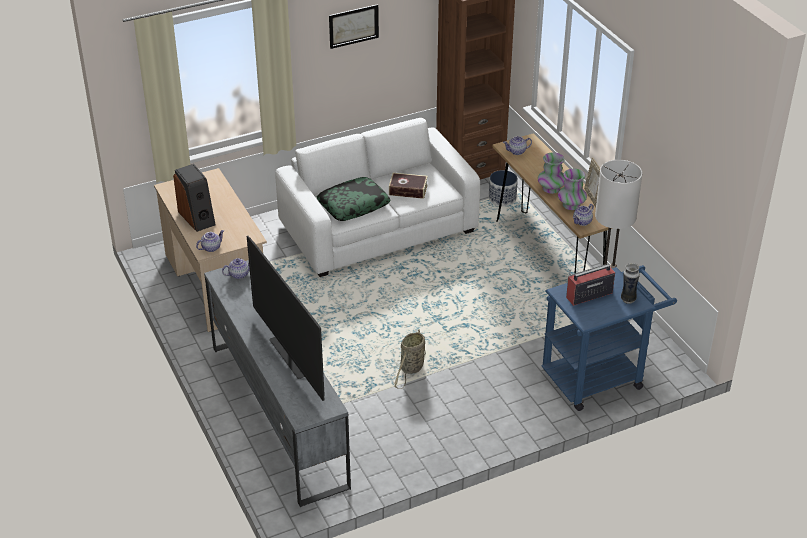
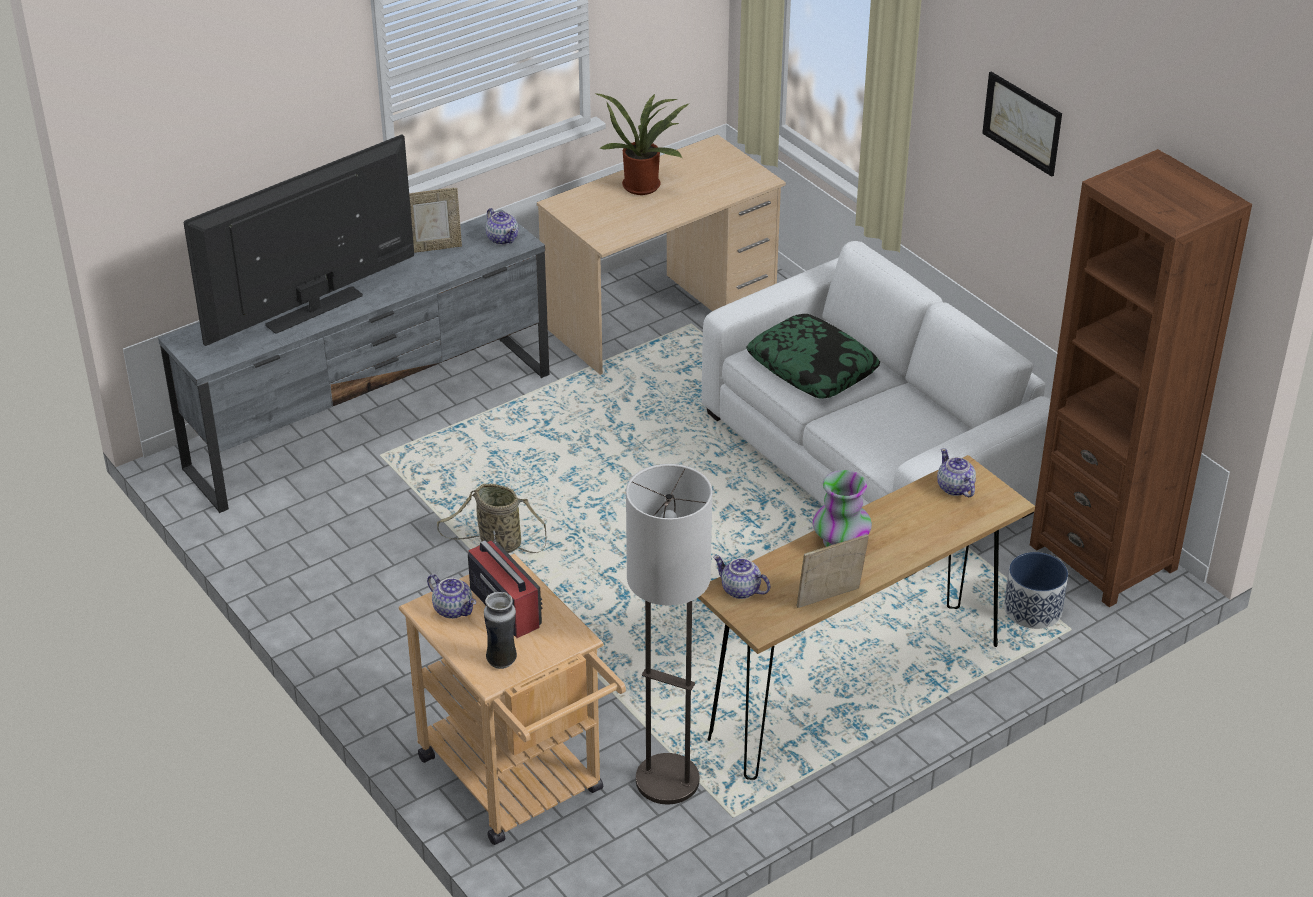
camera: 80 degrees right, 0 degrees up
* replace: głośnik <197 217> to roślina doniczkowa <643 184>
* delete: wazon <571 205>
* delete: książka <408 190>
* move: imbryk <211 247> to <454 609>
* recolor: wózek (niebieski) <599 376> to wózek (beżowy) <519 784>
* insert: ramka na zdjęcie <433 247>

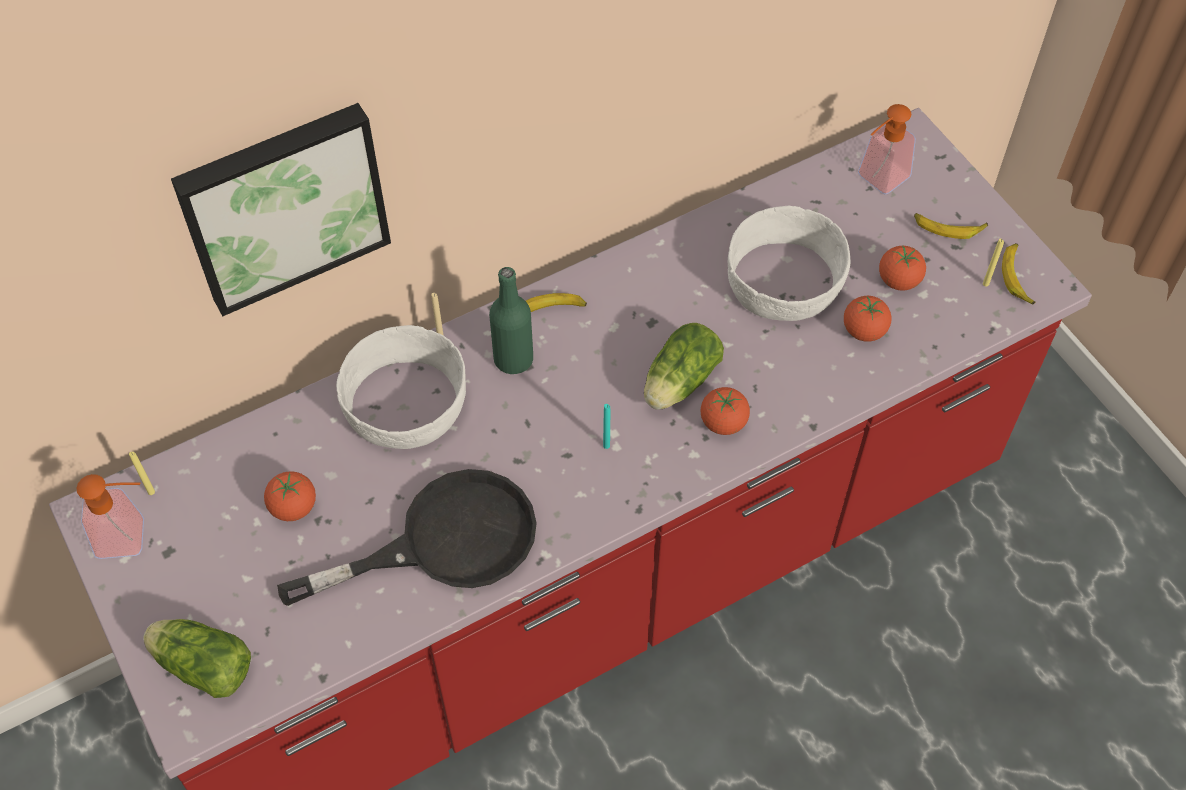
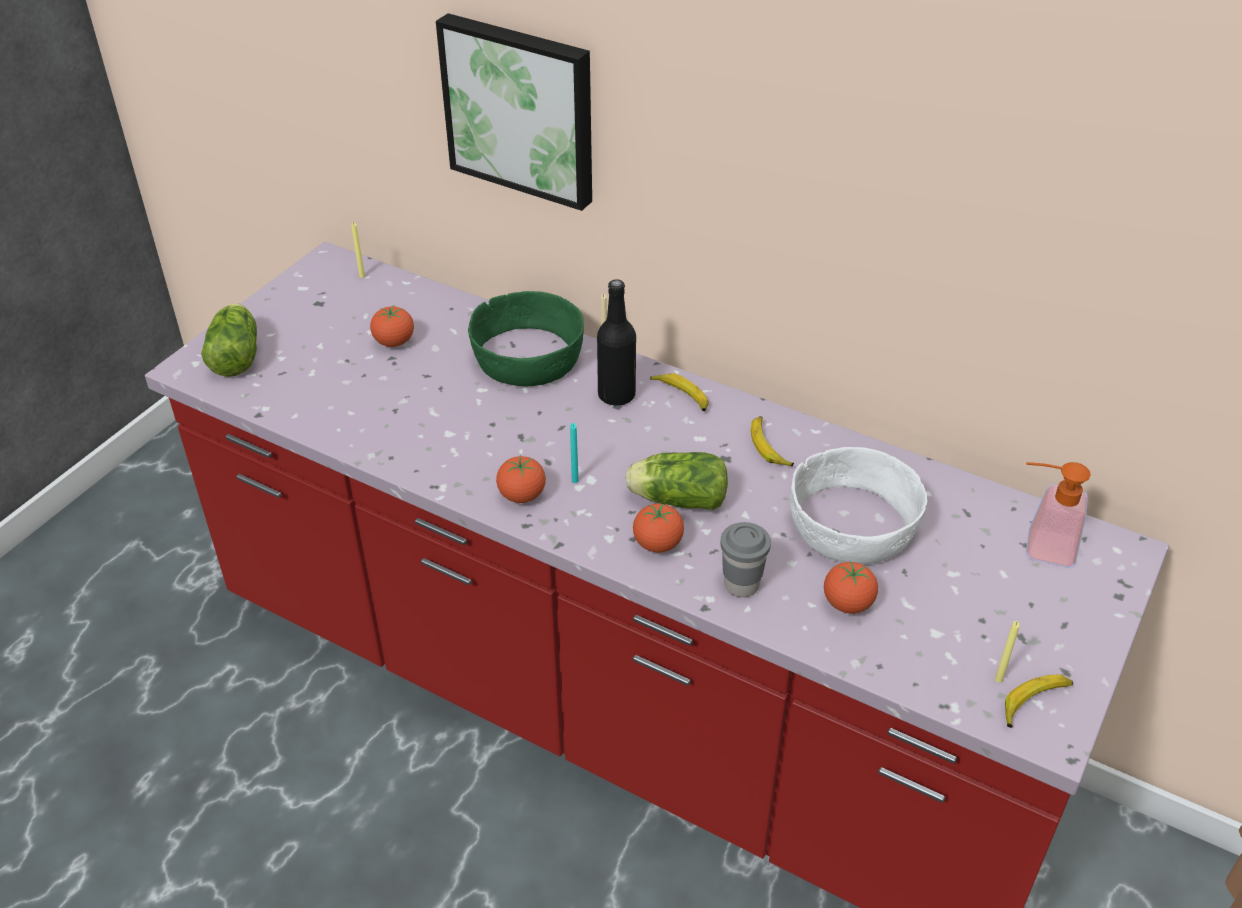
camera: 60 degrees right, 15 degrees down
* move: banan <948 228> to <769 446>
* move: pomidor <898 280> to <522 495>
* recolor: butelka (zielony) <513 359> to butelka (czarny) <616 395>
* recolor: miska (biały) <407 402> to miska (zielony) <529 357>
* delete: patelnia (czarny) <444 542>
* delete: dozownik mydła <131 537>
* insert: filiżanka (szary) <741 585>

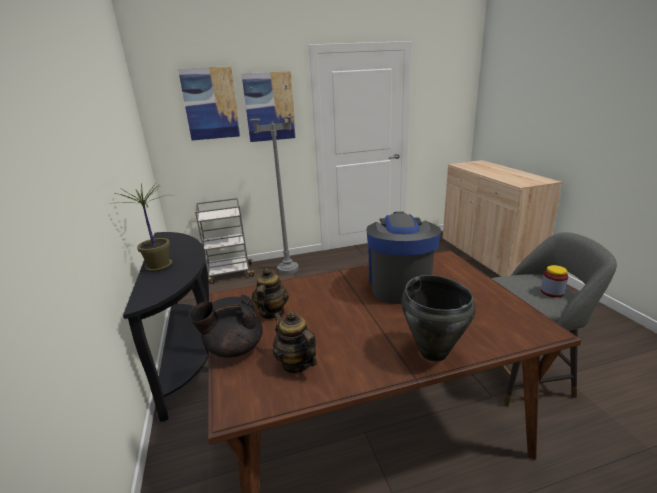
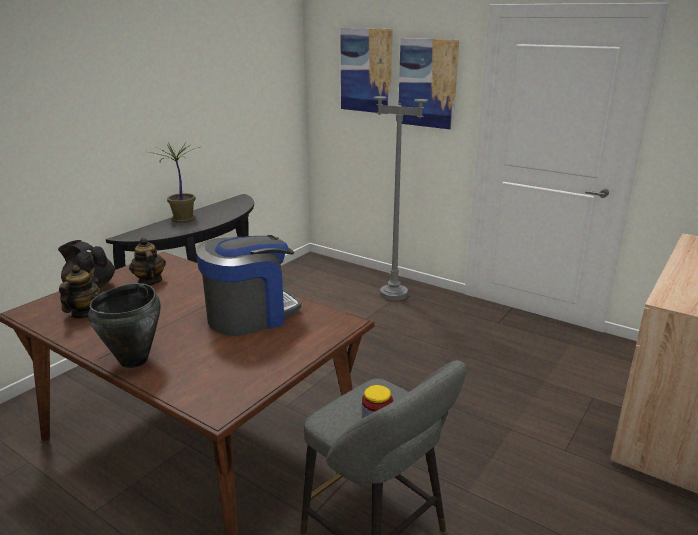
camera: 50 degrees right, 0 degrees up
* delete: wózek (szary) <230 273>
* rotate: imbryk <271 312> = <149 281> 90 degrees counterclockwise

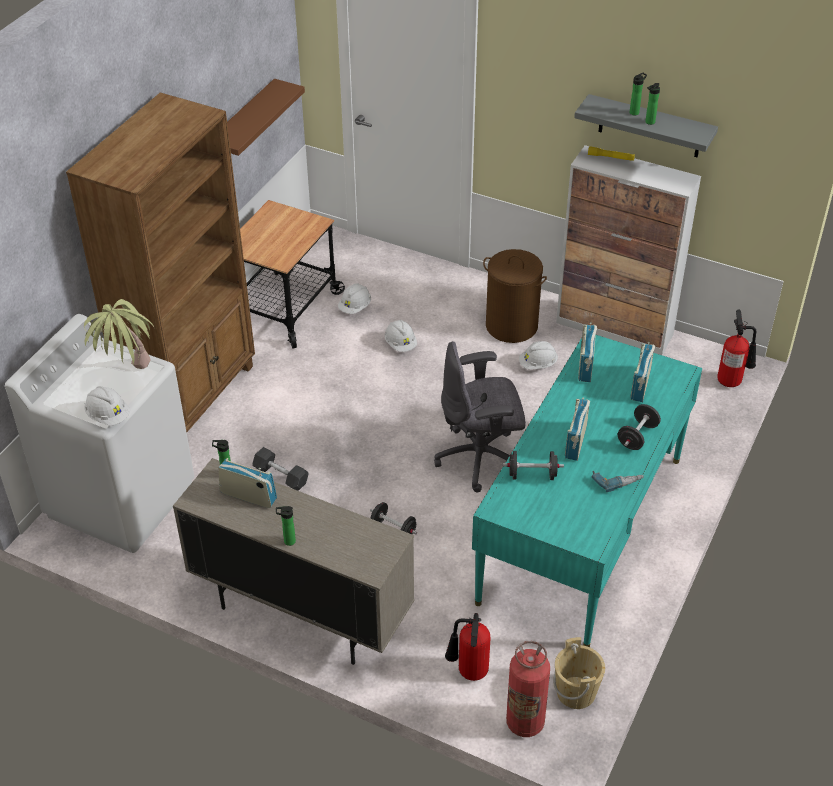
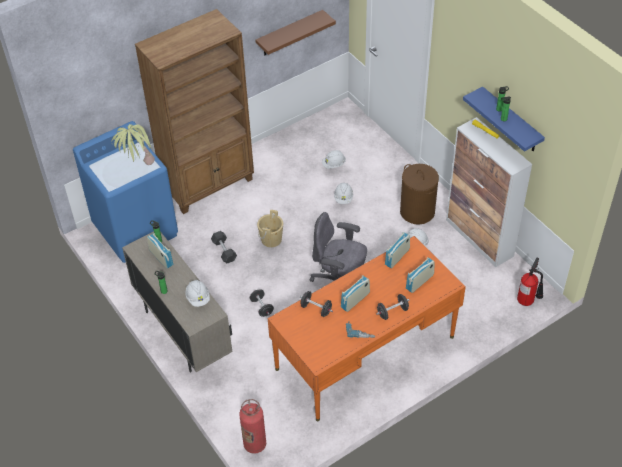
camera: 30 degrees right, 5 degrees up
* recolor: półka (szary) <650 127> to półka (niebieski) <511 121>
* delete: wózek <283 308>
* recolor: pralka (biały) <121 498> to pralka (niebieski) <136 229>
* recolor: biurko (turkusowy) <582 529> to biurko (pomarańczowy) <365 353>
* move: kask (biały) <108 416> to <198 298>
* delete: gaśnica <468 672>
* move: wiadro (beżowy) <576 692> to <271 239>

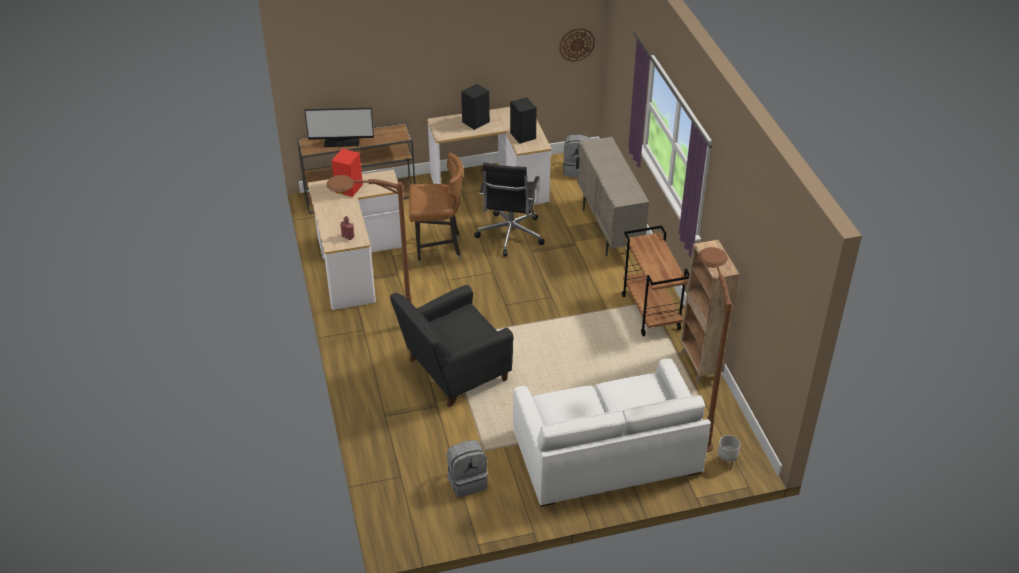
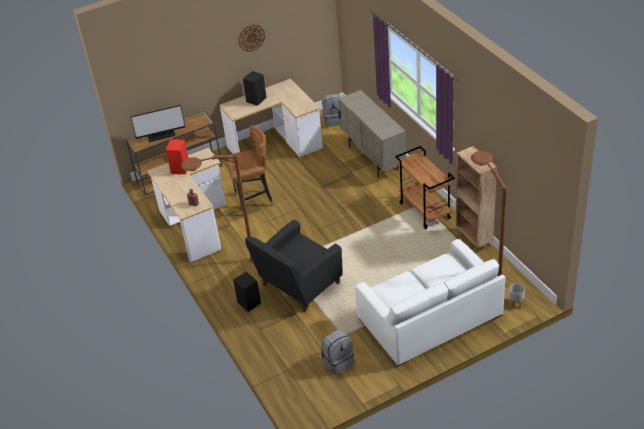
camera: 10 degrees left, 0 degrees up
* move: zegar ścienny <576 44> to <251 38>
* move: głośnik (czarny) <523 136> to <249 303>
* delete: krzesło biurowe (czarny) <510 235>

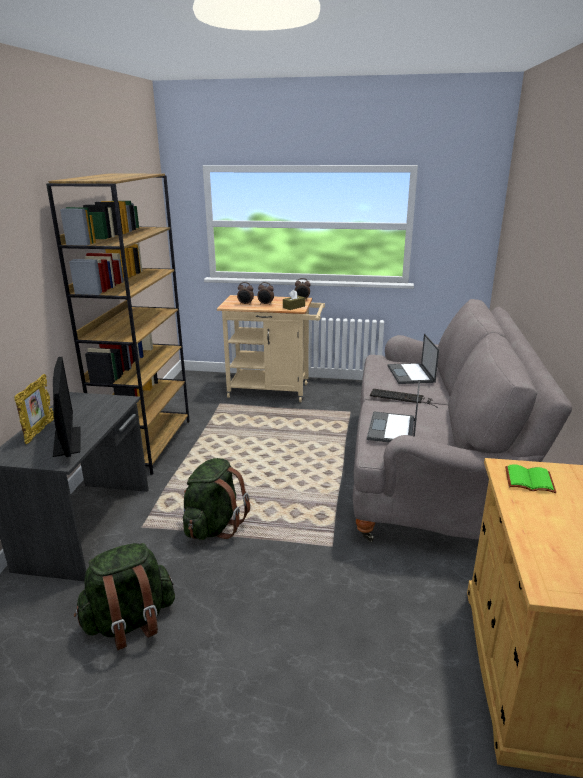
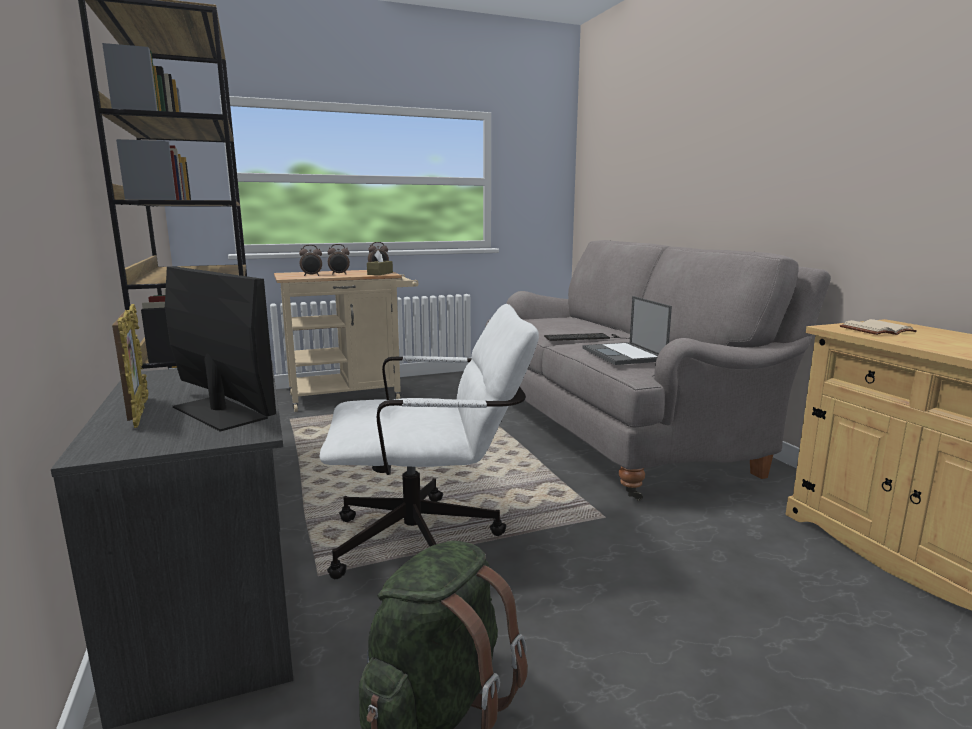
camera: 30 degrees left, 10 degrees down
* delete: laptop <411 374>
* replace: plecak (zielony) <214 526> to krzesło biurowe (biały) <431 541>
* recolor: książka (zielony) <528 481> to książka (beżowy) <877 331>

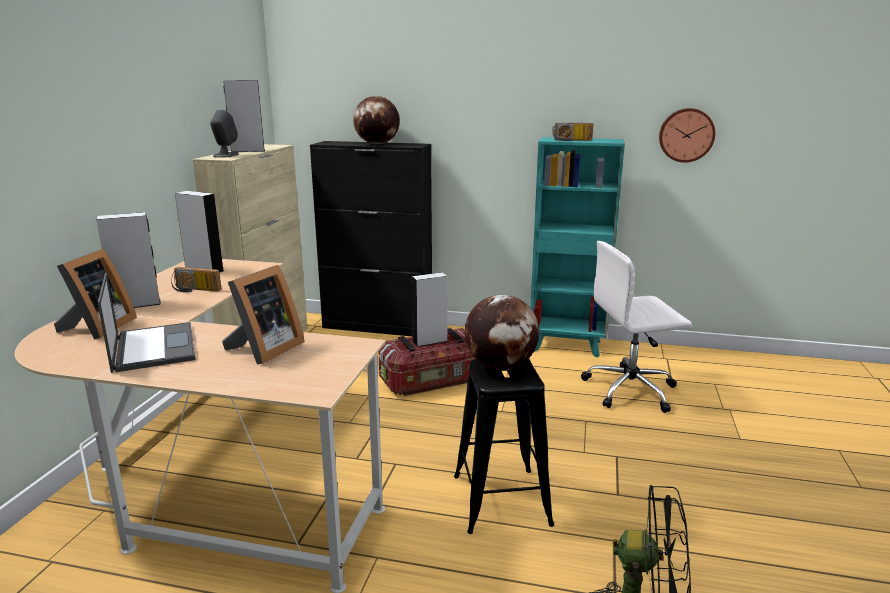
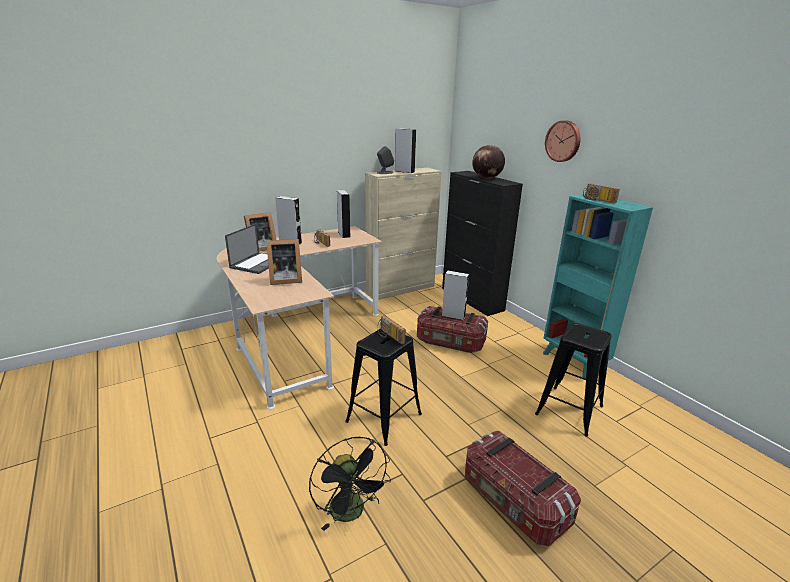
camera: 45 degrees right, 5 degrees up
* move: zegar ścienny <686 135> to <563 141>
* replace: krzesło biurowe (biały) <631 390> to stołek (czarny) <569 410>
* replace: globus <501 366> to radio <389 336>
* insert: pojemnik do przechowywania <513 502>

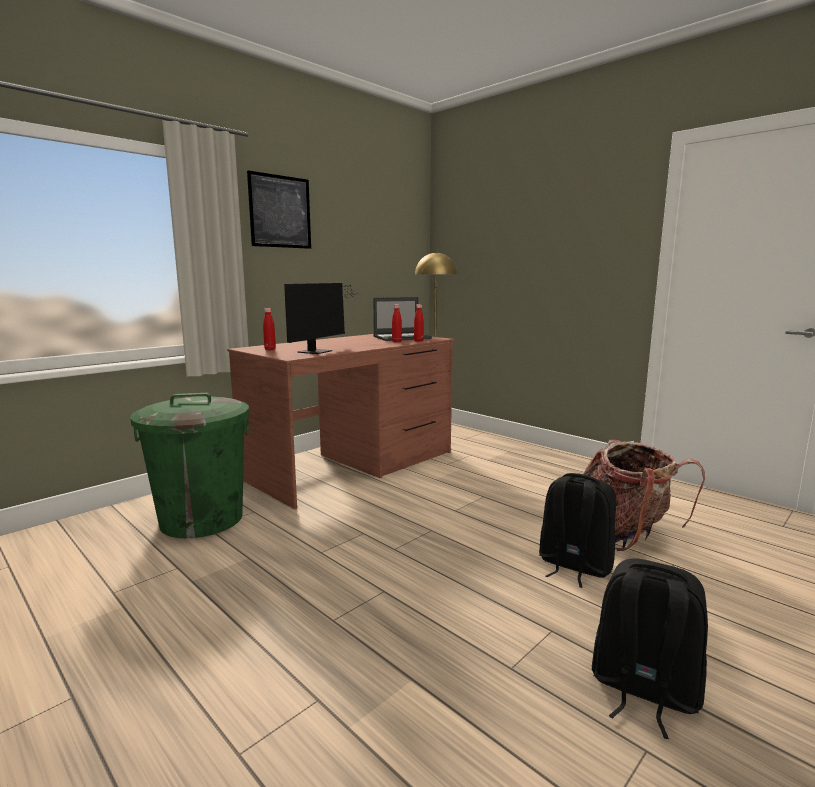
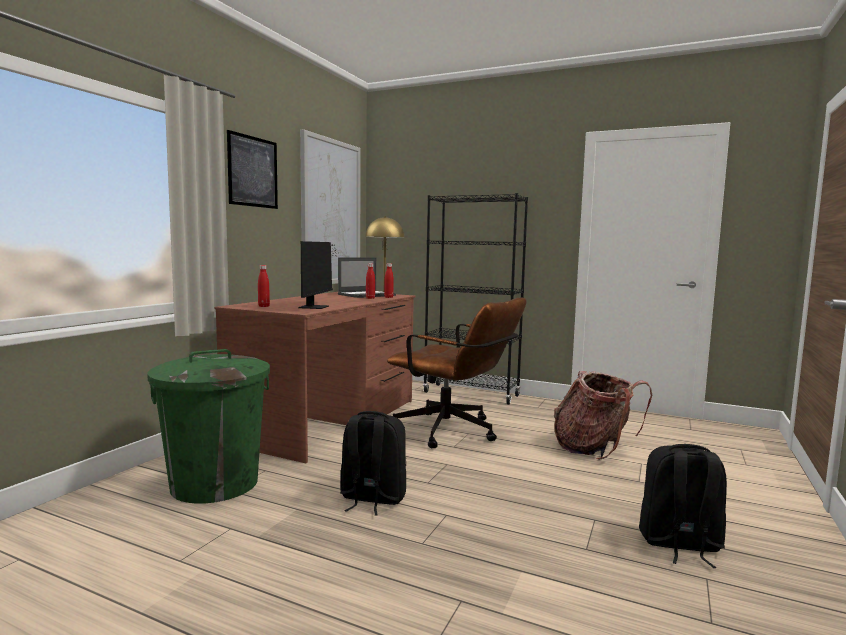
camera: 20 degrees left, 5 degrees down
* move: plecak (czarny) <574 566> to <372 498>
* insert: obraz <331 212>
* insert: regał (czarny) <471 394>
* insert: krzesło biurowe (brązowy) <454 433>

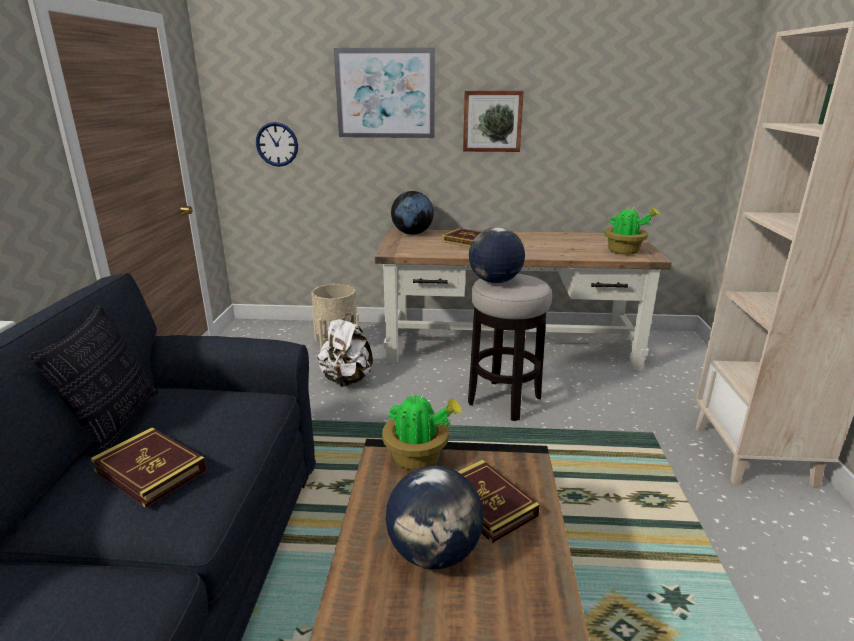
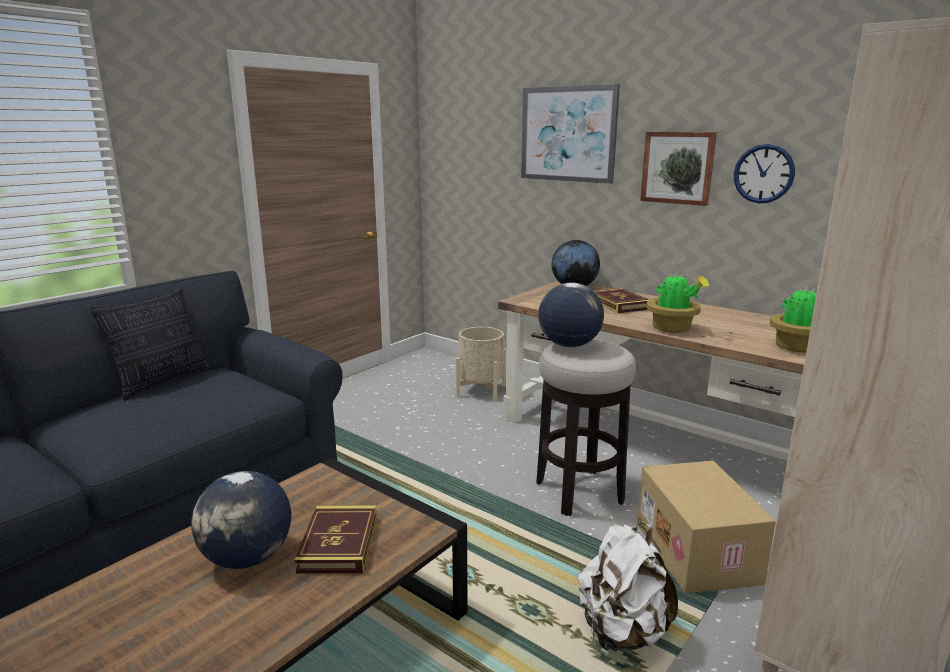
camera: 35 degrees right, 5 degrees down
* move: zegar ścienny <277 144> to <763 174>
* move: plecak (biały) <347 380> to <621 632>
* move: roślina doniczkowa <418 458> to <673 329>
* delete: książka <150 470>
* insert: karton <698 552>

